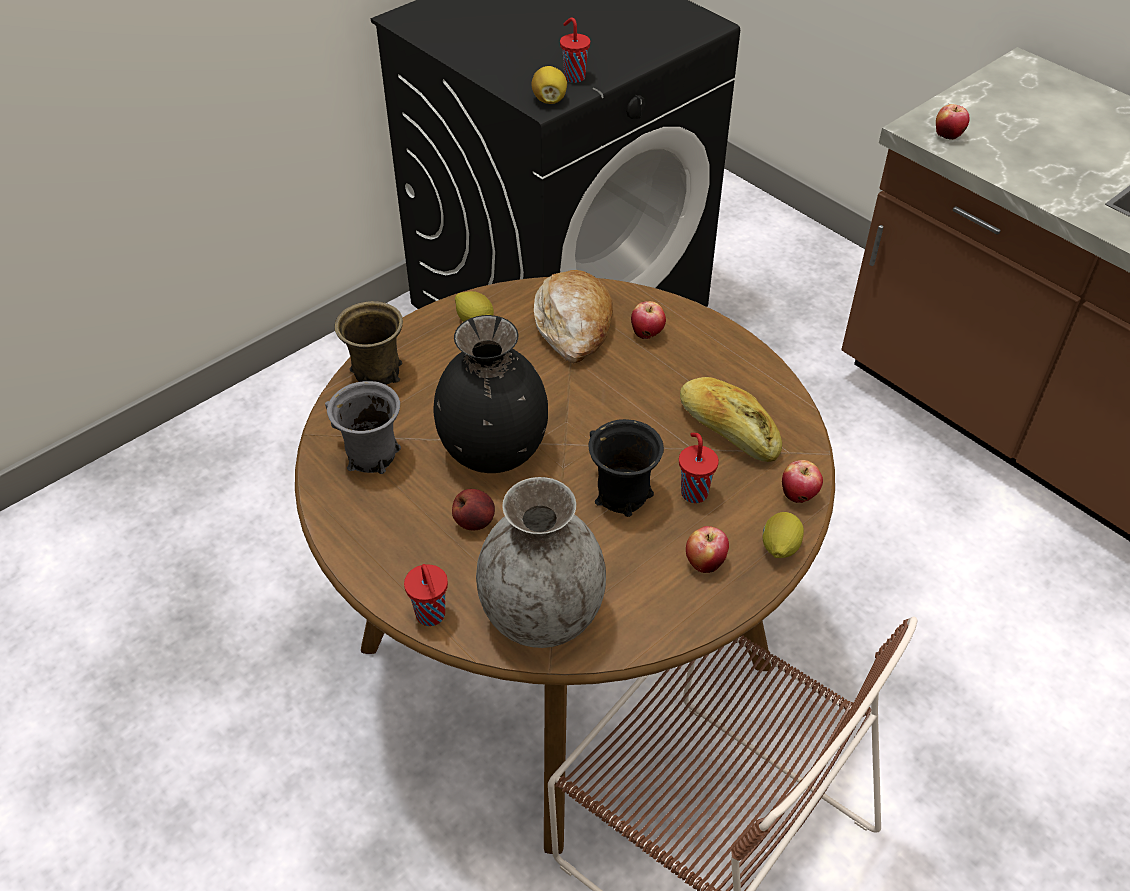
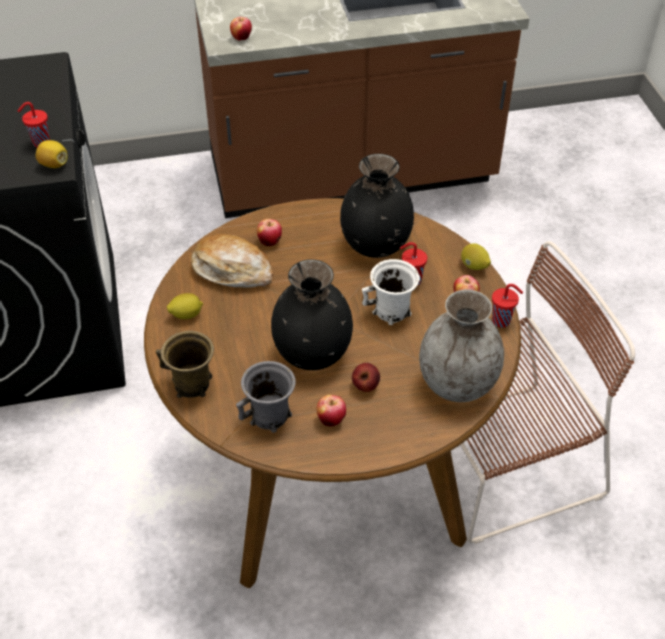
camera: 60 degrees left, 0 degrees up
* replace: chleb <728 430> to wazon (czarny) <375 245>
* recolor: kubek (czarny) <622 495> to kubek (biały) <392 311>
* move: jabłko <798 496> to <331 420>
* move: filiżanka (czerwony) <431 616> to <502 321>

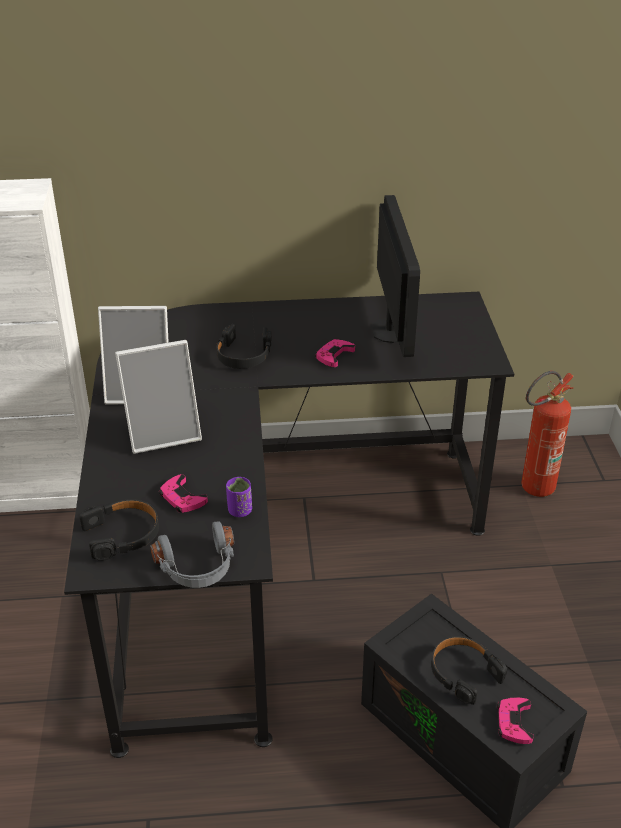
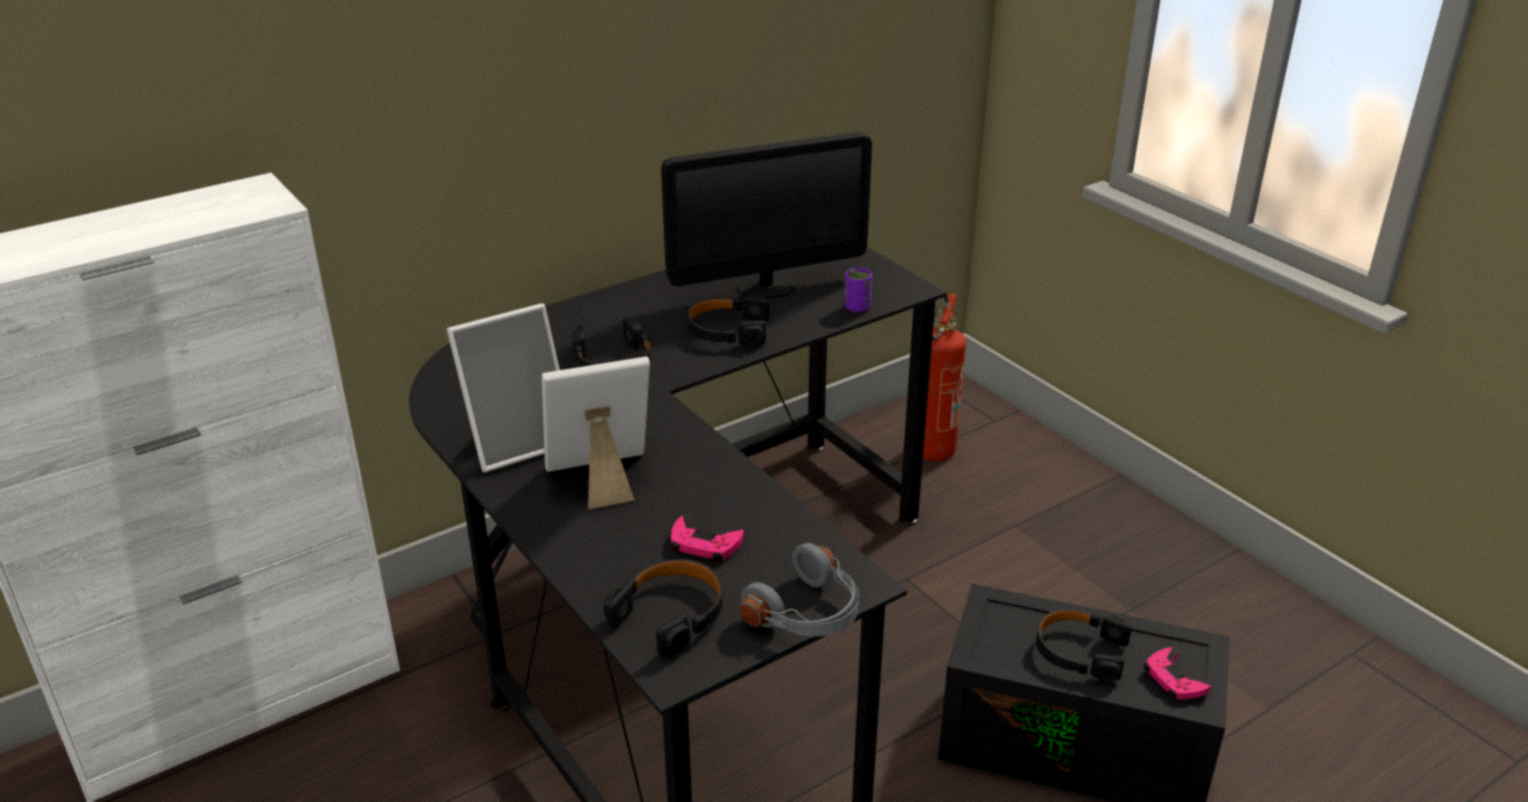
camera: 30 degrees left, 5 degrees down
* rotate: monitor <390 330> = <766 286> 105 degrees clockwise
* replace: pad do gier (różowy) <334 355> to słuchawki (czarny) <727 330>
* rotate: ramka na zdjęcie <163 432> = <600 479> 150 degrees counterclockwise
* move: filiżanka (fioletowy) <240 511> to <857 307>

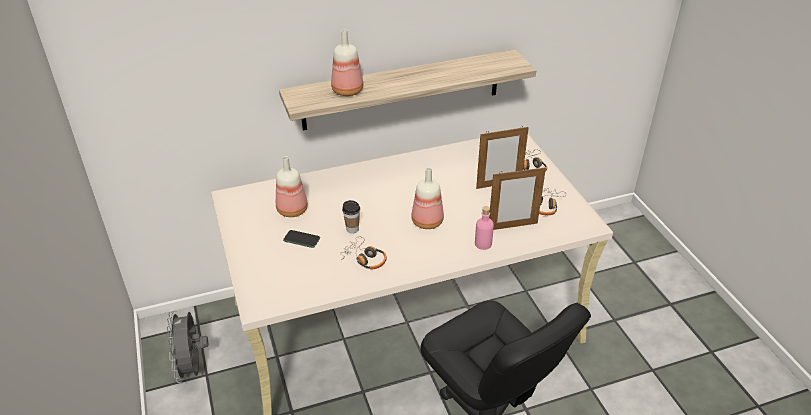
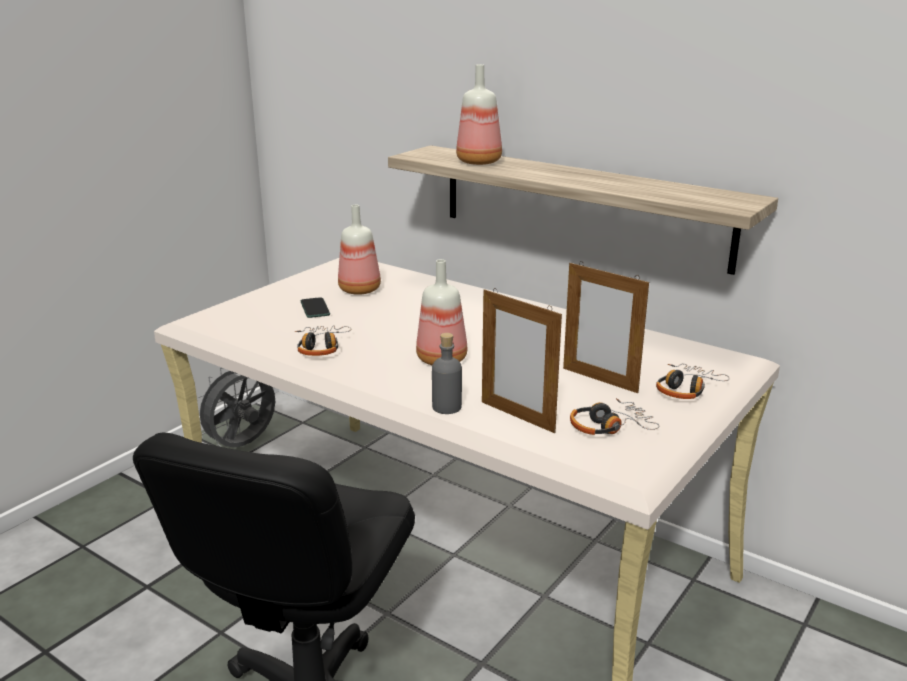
camera: 55 degrees right, 15 degrees down
* delete: filiżanka <352 229>
* recolor: butelka (różowy) <483 244> to butelka (szary) <447 407>

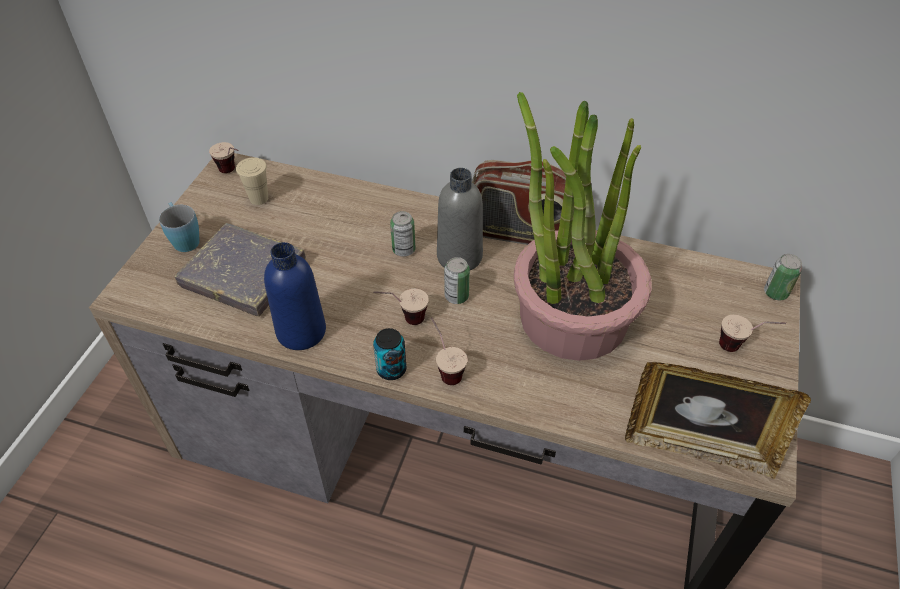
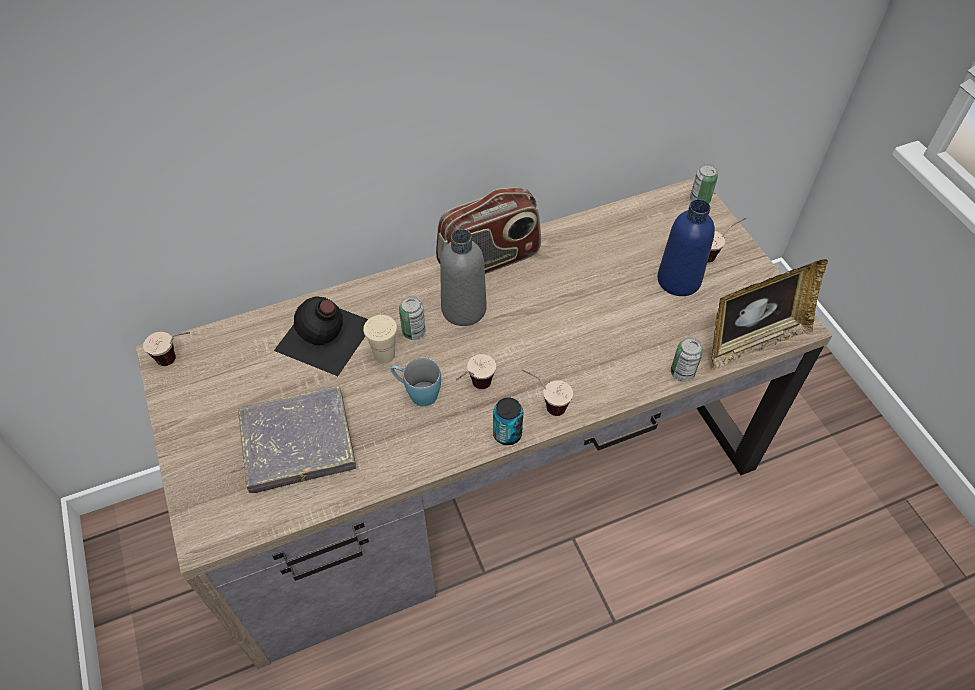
camera: 40 degrees left, 5 degrees up
* delete: roślina doniczkowa <572 316>
* move: filiżanka (beżowy) <259 198> to <384 355>
* move: kubek (niebieski) <184 239> to <417 393>
* move: butelka (niebieski) <301 331> to <678 280>
* move: puszka <456 296> to <682 373>
* insert: butelka (czarny) <325 337>

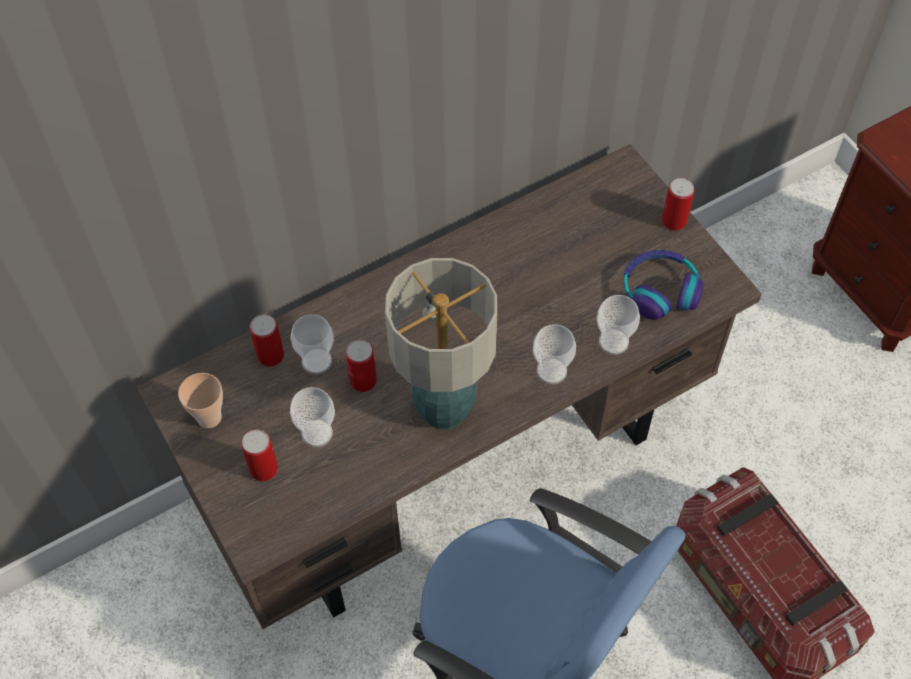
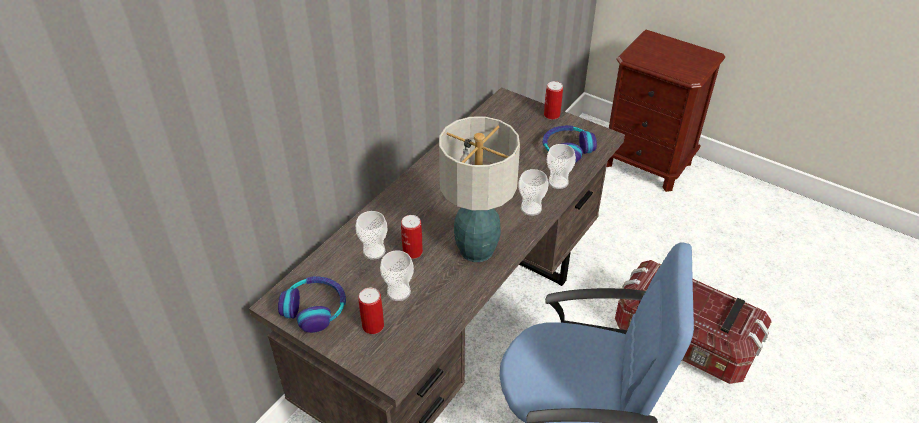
camera: 25 degrees left, 15 degrees down
* delete: puszka <270 355>
* replace: filiżanka <209 417> to słuchawki <315 309>

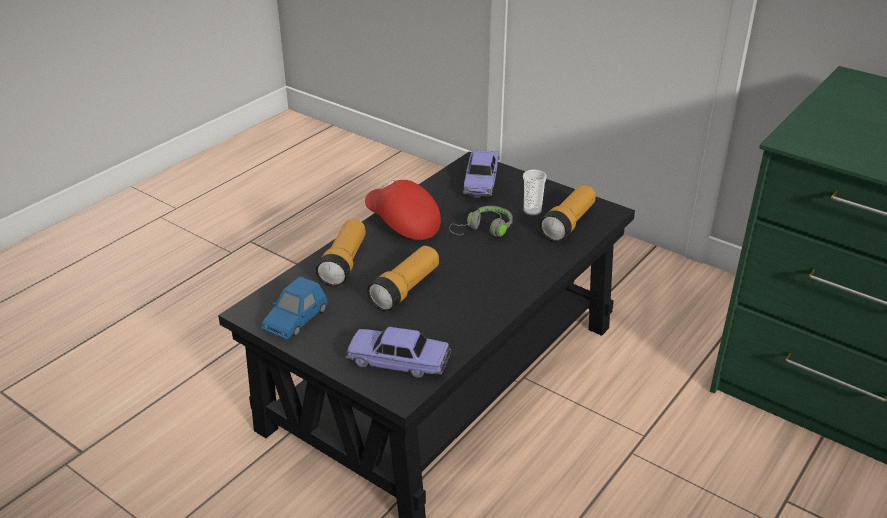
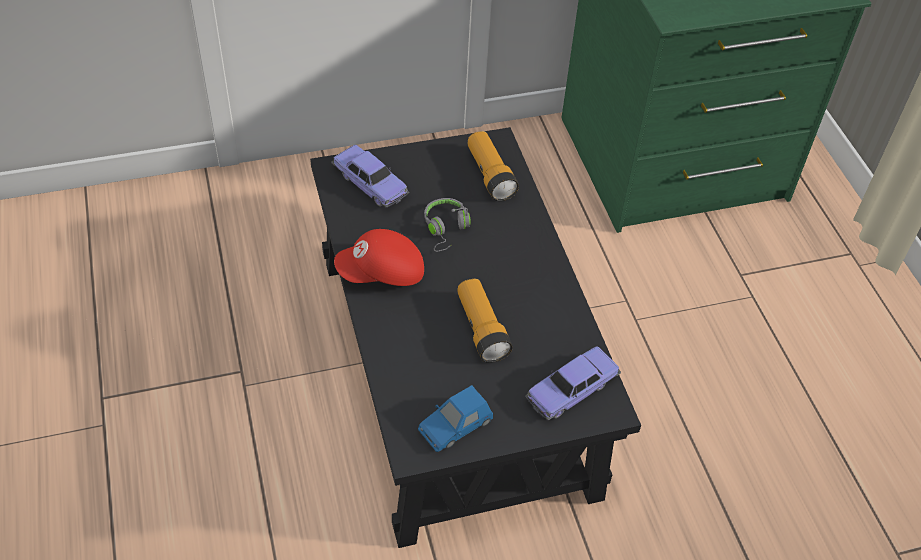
camera: 55 degrees left, 15 degrees up
* delete: filiżanka <532 211>
* delete: latarka <344 263>
* rotate: samochodzik (niebieski) <296 320> = <455 426> 75 degrees clockwise

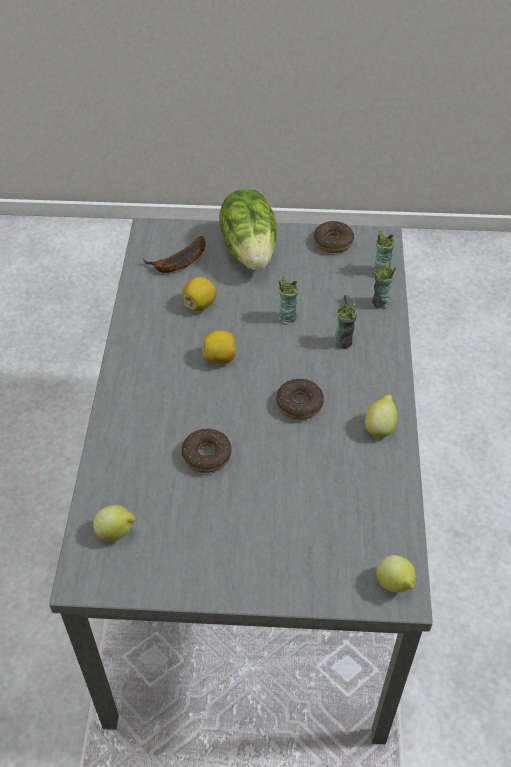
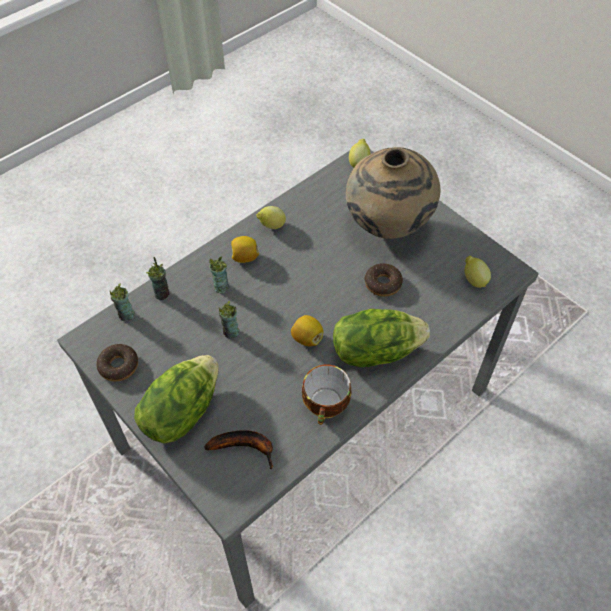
camera: 135 degrees left, 5 degrees up
* move: cytryna <200 304> to <244 257>
* delete: donut <299 404>
* insert: wazon (beżowy) <388 227>
* insert: sałata <375 350>
* insert: filiżanka <326 406>

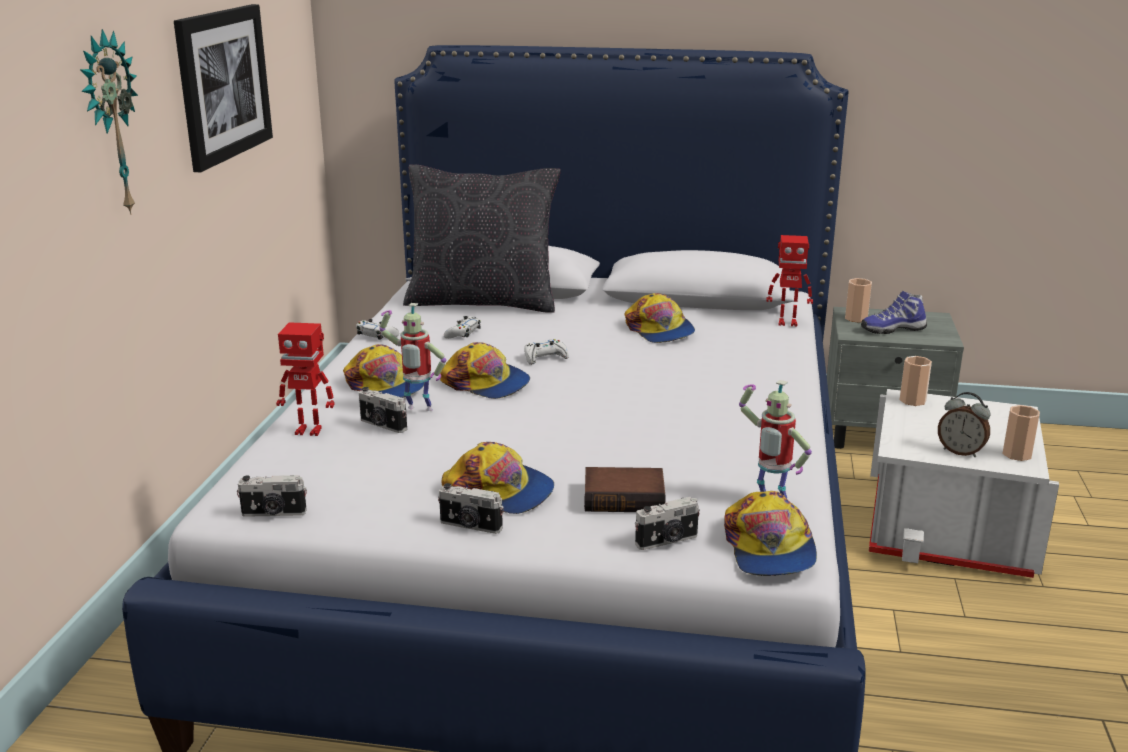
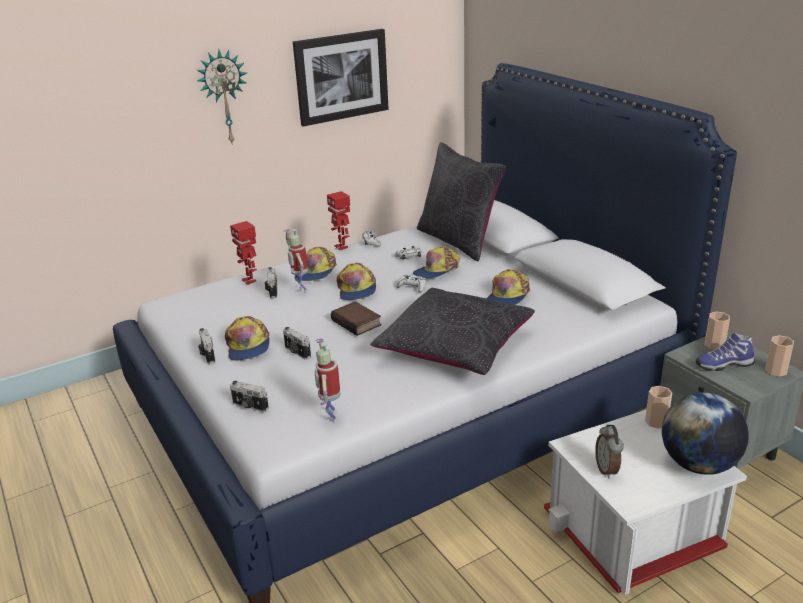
camera: 50 degrees right, 5 degrees up
* move: robot zabawkowy <787 323> to <342 247>
* rotate: but <892 329> = <723 364> 45 degrees counterclockwise
* move: filiżanka <1017 454> to <776 370>
* move: książka <625 497> to <358 322>
* move: aparat fotograficzny <273 513> to <297 352>
* move: czapka z daszkiem <769 548> to <437 271>
* insert: poduszka (czarny) <455 347>
* insert: globus <699 465>

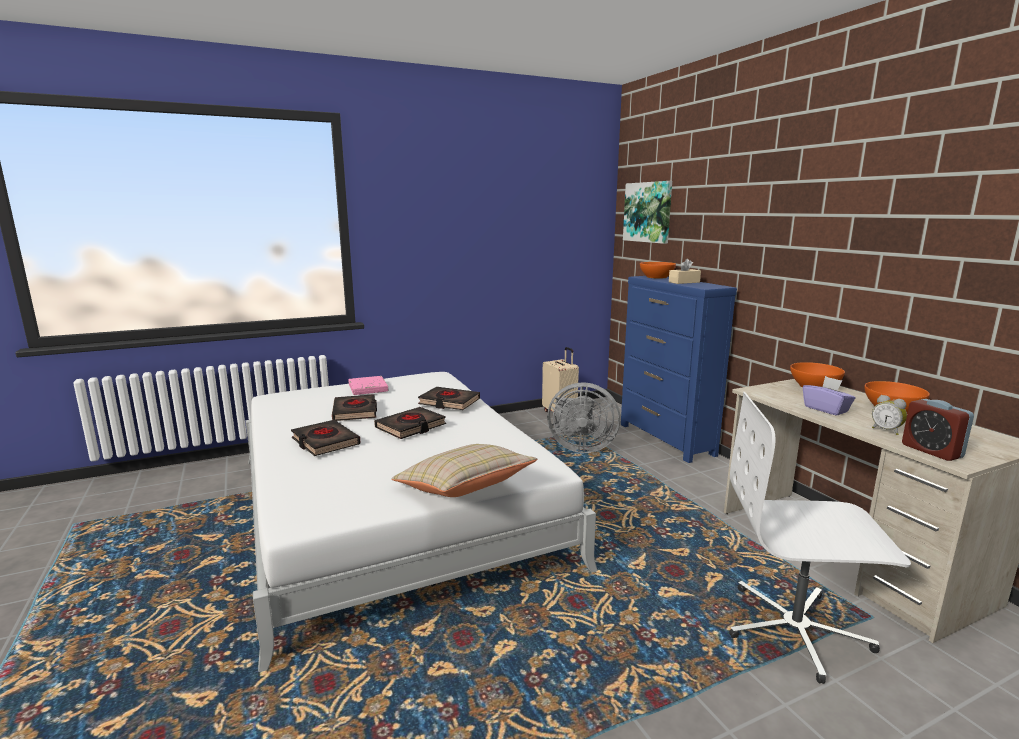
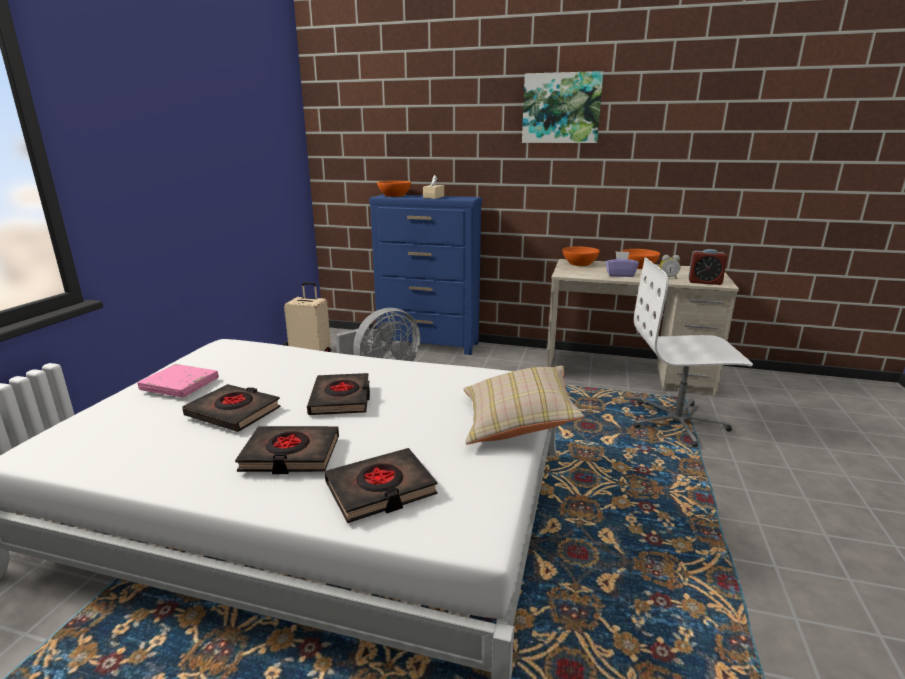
camera: 50 degrees left, 5 degrees up
* move: obraz <648 212> to <561 108>
* move: książka (czarny) <449 402> to <380 490>
* rotate: krzesło biurowe (biały) <796 630> = <678 422> 45 degrees clockwise

